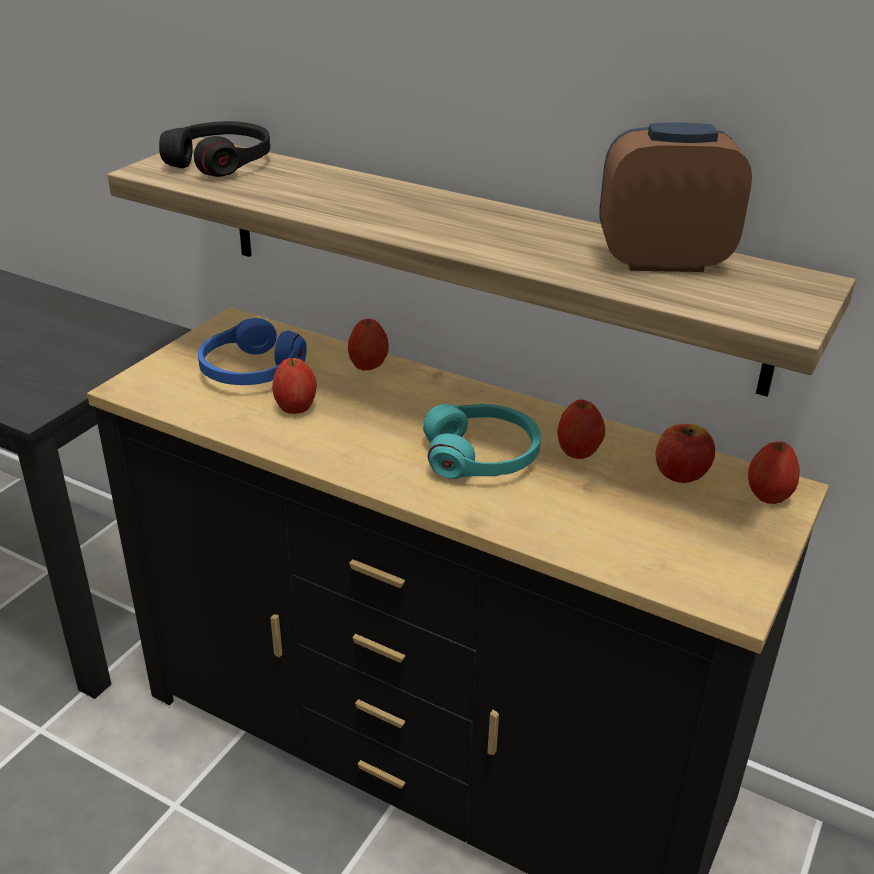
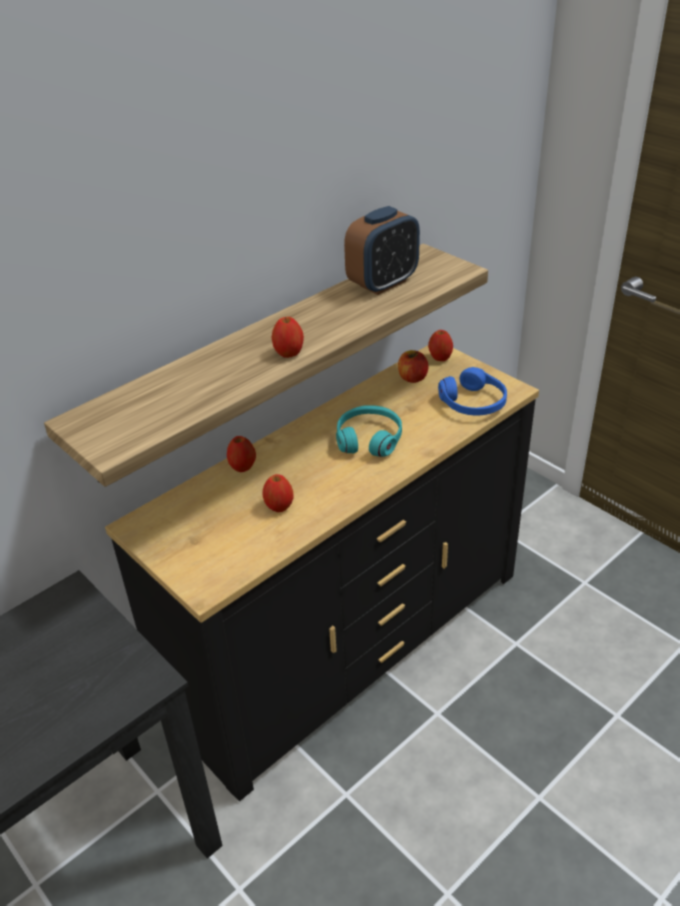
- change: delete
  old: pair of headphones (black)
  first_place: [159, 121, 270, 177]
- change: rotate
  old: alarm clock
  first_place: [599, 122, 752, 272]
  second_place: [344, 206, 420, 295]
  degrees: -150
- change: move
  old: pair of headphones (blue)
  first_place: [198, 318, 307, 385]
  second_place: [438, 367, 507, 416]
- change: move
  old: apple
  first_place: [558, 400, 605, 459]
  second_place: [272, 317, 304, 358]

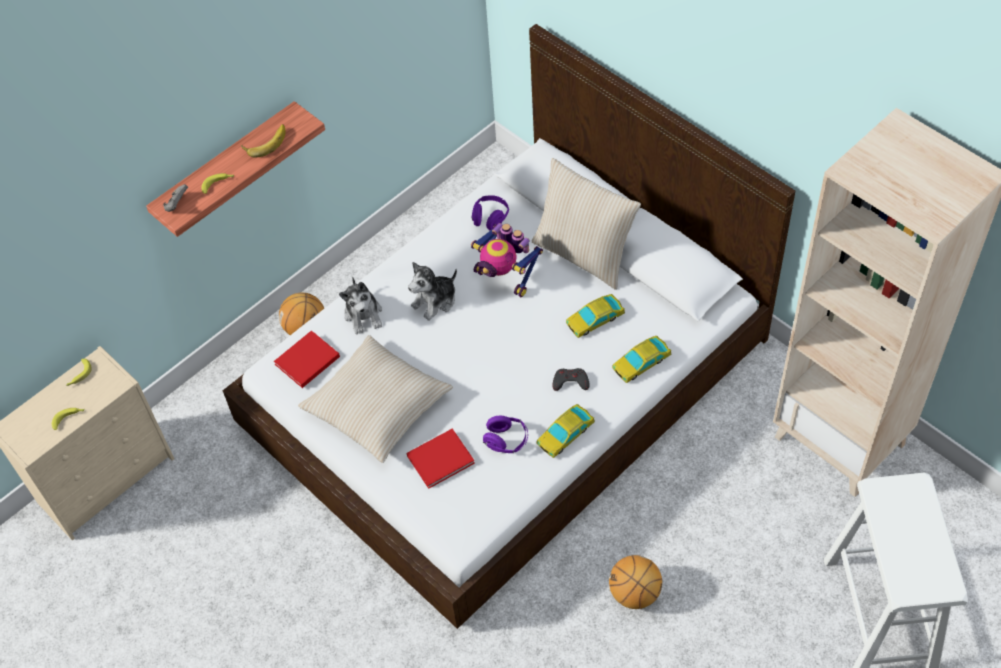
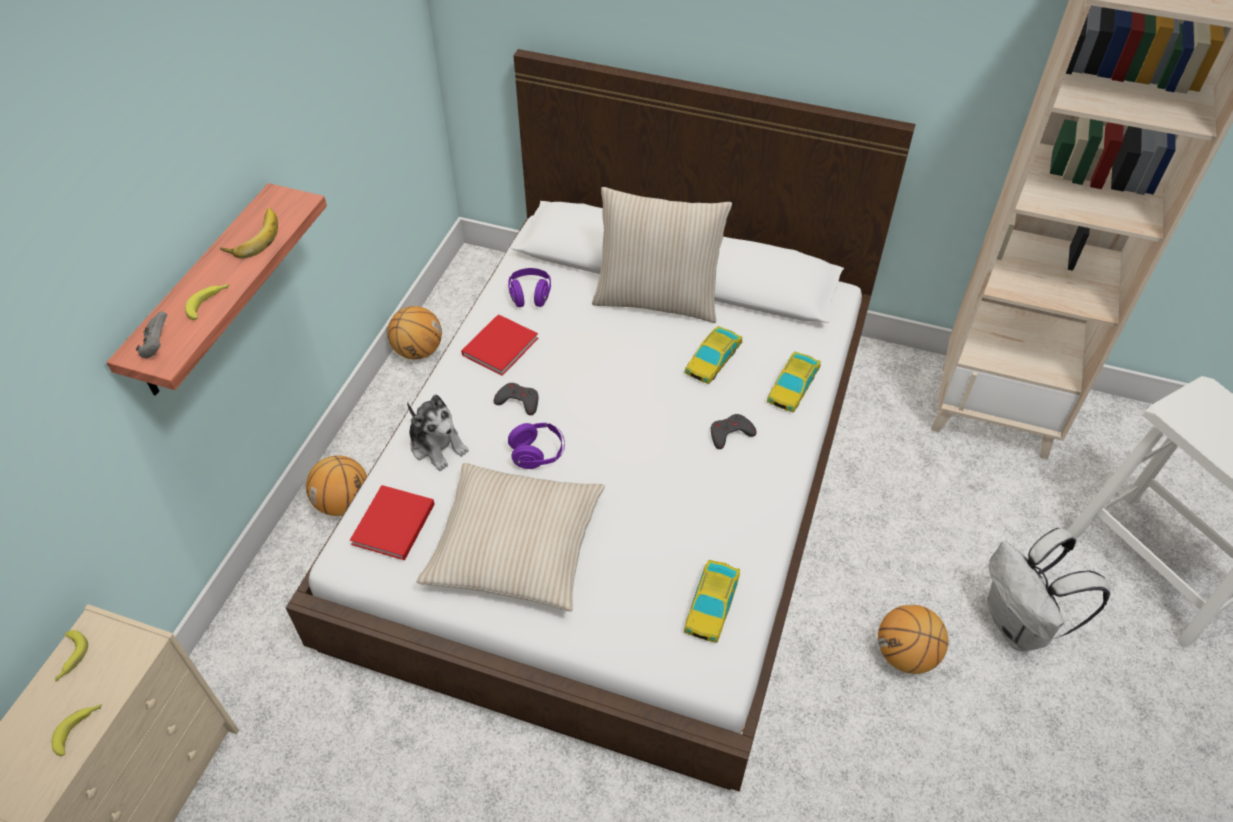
- change: delete
  old: model robot
  first_place: [471, 223, 543, 297]
- change: replace
  old: plush toy
  new: gamepad (gray)
  first_place: [408, 262, 457, 320]
  second_place: [494, 383, 538, 415]
- change: move
  old: model car
  first_place: [537, 404, 595, 458]
  second_place: [684, 560, 740, 643]
- change: move
  old: pair of headphones (purple-coloured)
  first_place: [483, 416, 528, 453]
  second_place: [508, 423, 565, 469]
- change: move
  old: book (reddish)
  first_place: [407, 428, 475, 489]
  second_place: [461, 314, 539, 376]
- change: insert
  new: basketball ball
  second_place: [387, 306, 442, 359]
- change: insert
  new: knapsack (white)
  second_place: [987, 528, 1111, 651]

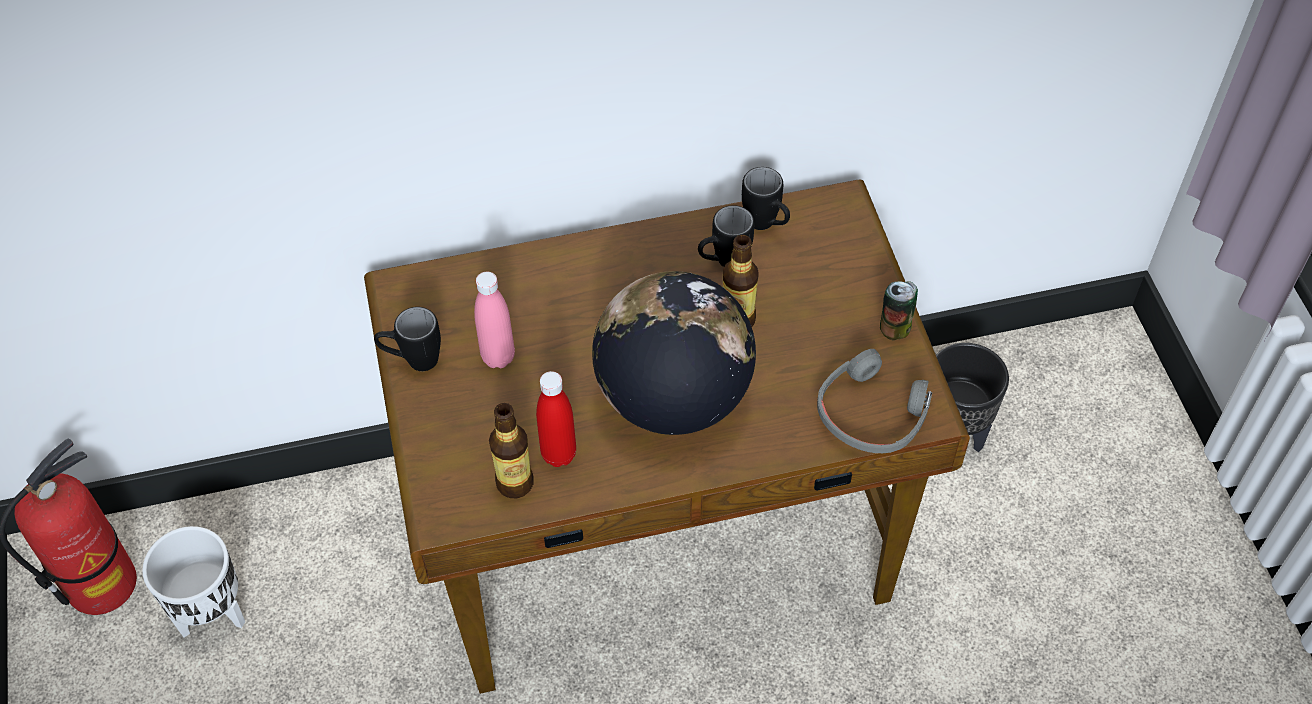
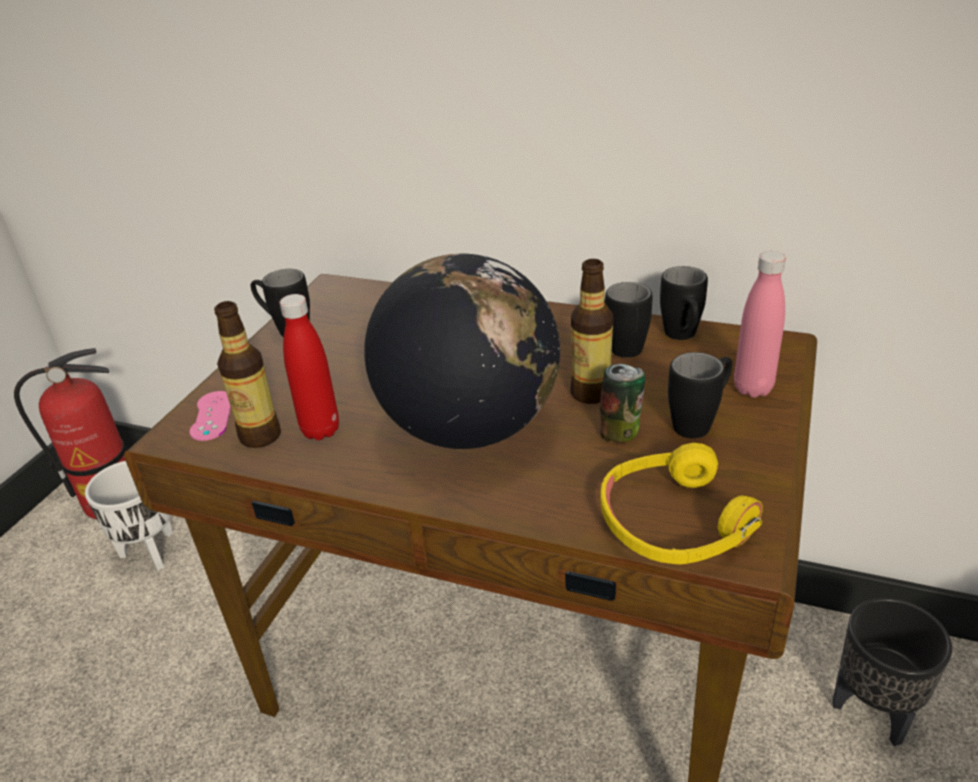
- change: move
  old: bottle (pink)
  first_place: [474, 272, 515, 368]
  second_place: [734, 251, 786, 398]
- change: move
  old: can
  first_place: [880, 281, 918, 340]
  second_place: [600, 364, 645, 443]
- change: recolor
  old: pair of headphones (gray)
  new: pair of headphones (yellow-coloured)
  first_place: [817, 349, 933, 453]
  second_place: [601, 443, 763, 564]
- change: insert
  new: tea mug (black)
  second_place: [668, 352, 732, 439]
- change: insert
  new: gamepad (pink)
  second_place: [190, 391, 231, 441]

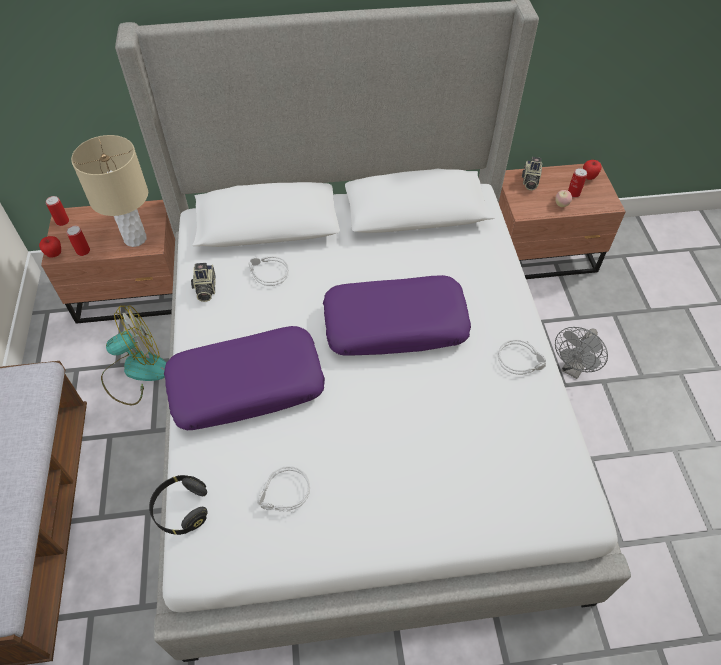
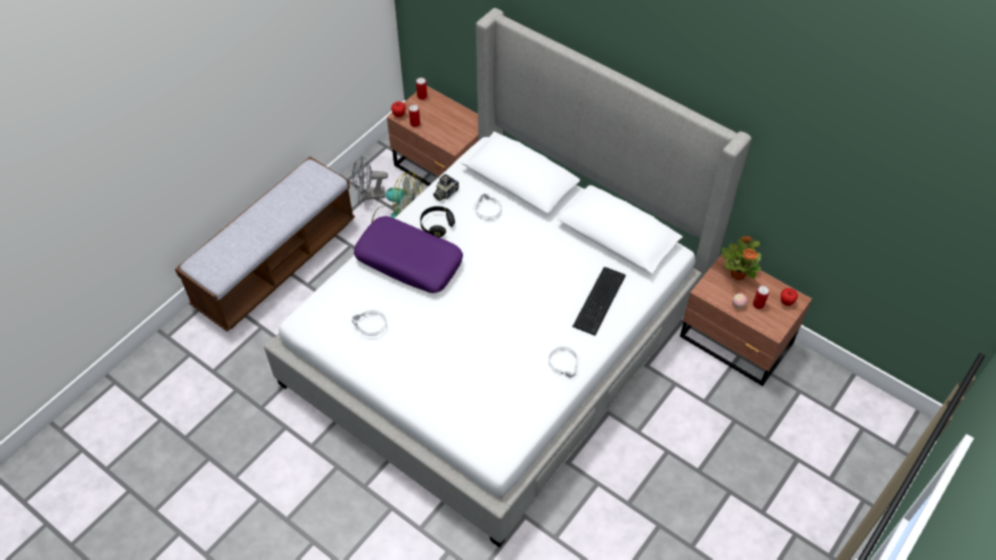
- change: delete
  old: table lamp (sand-coloured)
  first_place: [71, 135, 148, 247]
- change: replace
  old: photo camera
  new: plant in a pot
  first_place: [522, 157, 542, 190]
  second_place: [722, 236, 762, 280]
- change: delete
  old: throw pillow (purple-coloured)
  first_place: [323, 275, 471, 356]
- change: move
  old: fan (gray)
  first_place: [555, 327, 608, 379]
  second_place: [352, 155, 388, 200]
- change: move
  old: pair of headphones (black)
  first_place: [149, 475, 208, 535]
  second_place: [420, 206, 455, 237]
- change: insert
  new: computer keyboard
  second_place: [572, 267, 626, 336]

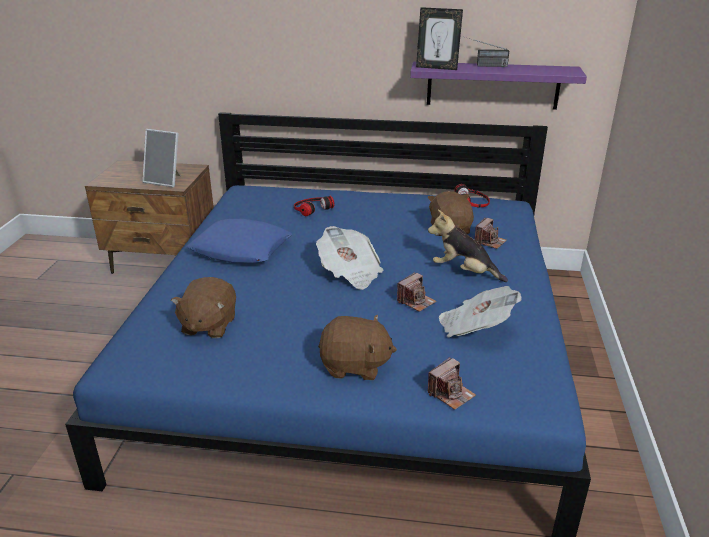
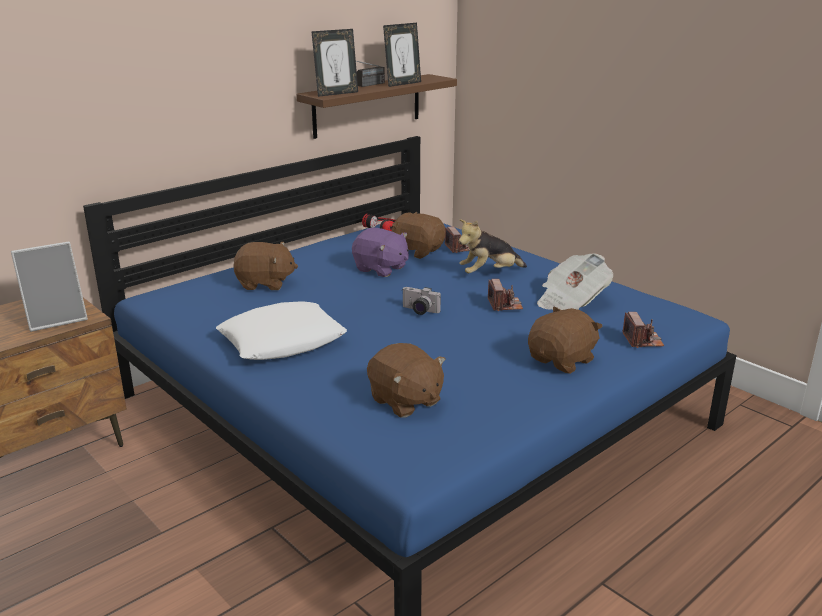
- change: recolor
  old: bracket shelf (purple-coloured)
  new: bracket shelf (brown-coloured)
  first_place: [410, 62, 587, 110]
  second_place: [296, 74, 457, 139]
- change: replace
  old: pair of headphones
  new: plush toy (brown-coloured)
  first_place: [294, 196, 334, 216]
  second_place: [233, 242, 298, 290]
- change: recolor
  old: throw pillow (blue)
  new: throw pillow (white)
  first_place: [187, 219, 292, 263]
  second_place: [216, 301, 347, 360]
- change: replace
  old: newspaper
  new: photo camera
  first_place: [316, 226, 383, 290]
  second_place: [402, 287, 441, 315]
- change: insert
  new: photo frame
  second_place: [383, 23, 421, 87]
- change: insert
  new: plush toy (purple-coloured)
  second_place: [352, 228, 409, 277]

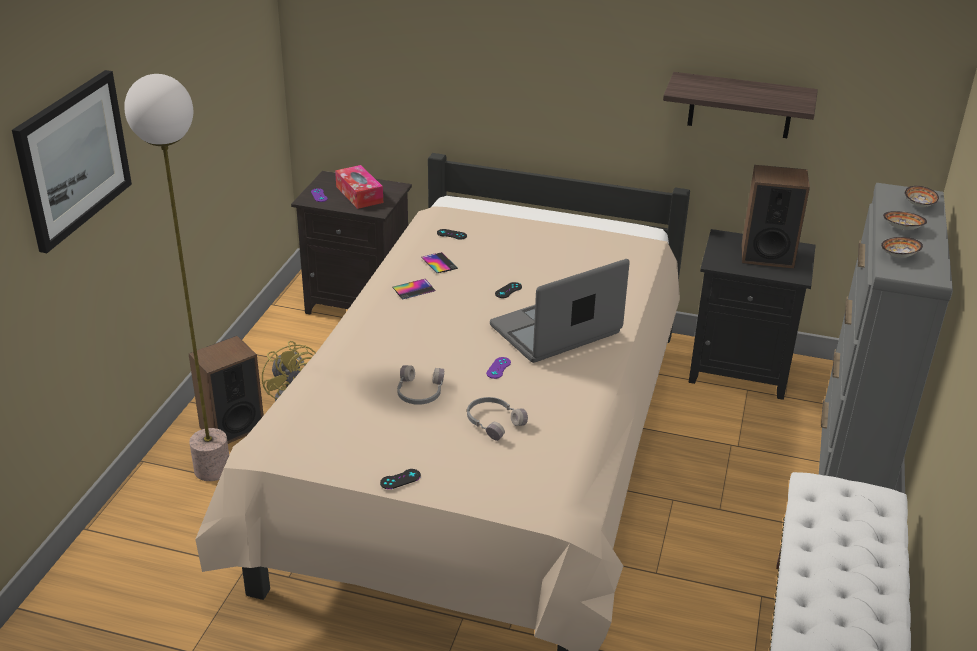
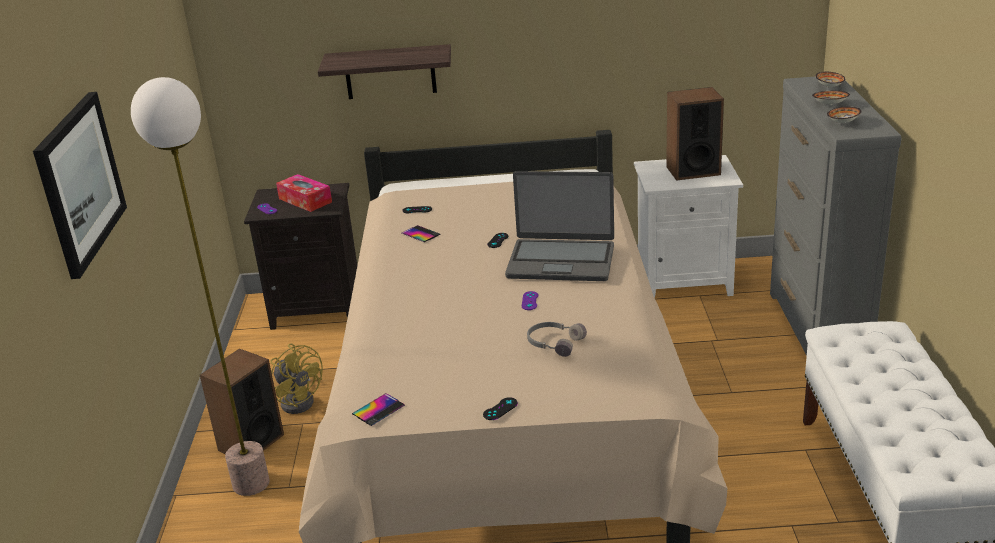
- change: move
  old: bracket shelf
  first_place: [663, 72, 818, 138]
  second_place: [318, 44, 451, 99]
- change: recolor
  old: nightstand (black)
  new: nightstand (white)
  first_place: [689, 229, 816, 400]
  second_place: [634, 155, 743, 298]
- change: rotate
  old: portable computer
  first_place: [490, 259, 630, 363]
  second_place: [505, 171, 614, 281]
  degrees: -120
- change: move
  old: telephone
  first_place: [392, 279, 436, 300]
  second_place: [352, 393, 405, 426]
- change: delete
  old: pair of headphones (gray)
  first_place: [397, 365, 444, 405]

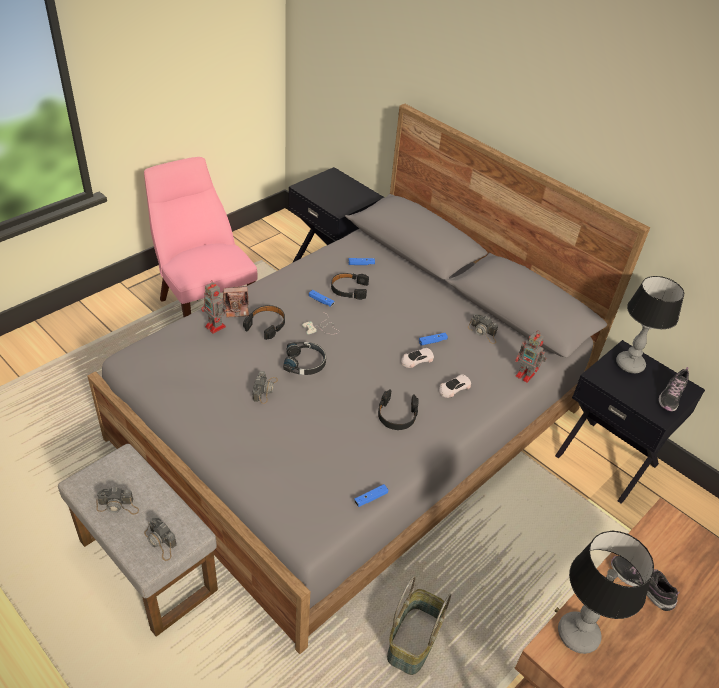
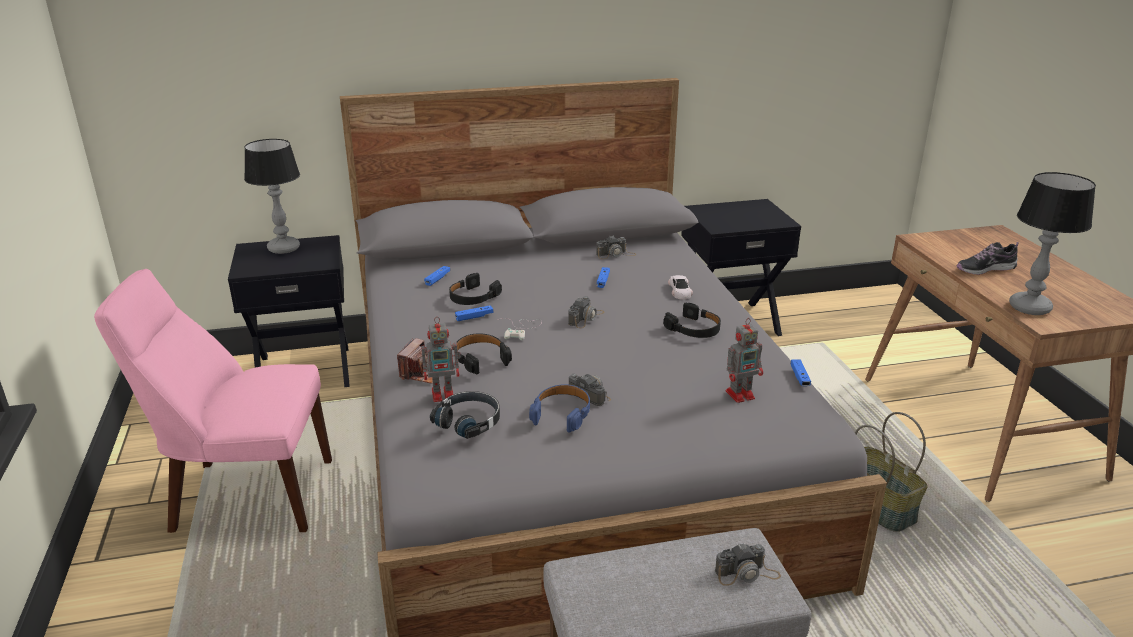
- change: move
  old: table lamp
  first_place: [616, 276, 684, 373]
  second_place: [244, 139, 300, 254]
- change: move
  old: model robot
  first_place: [515, 331, 546, 383]
  second_place: [726, 318, 763, 403]
- change: move
  old: pair of headphones (black)
  first_place: [283, 342, 326, 375]
  second_place: [430, 391, 500, 439]
- change: delete
  old: model car (white)
  first_place: [401, 348, 434, 368]
- change: delete
  old: low shoe
  first_place: [659, 367, 689, 411]
- change: move
  old: photo camera
  first_place: [96, 488, 139, 515]
  second_place: [568, 296, 604, 328]
- change: insert
  new: pair of headphones (blue)
  second_place: [529, 384, 590, 433]

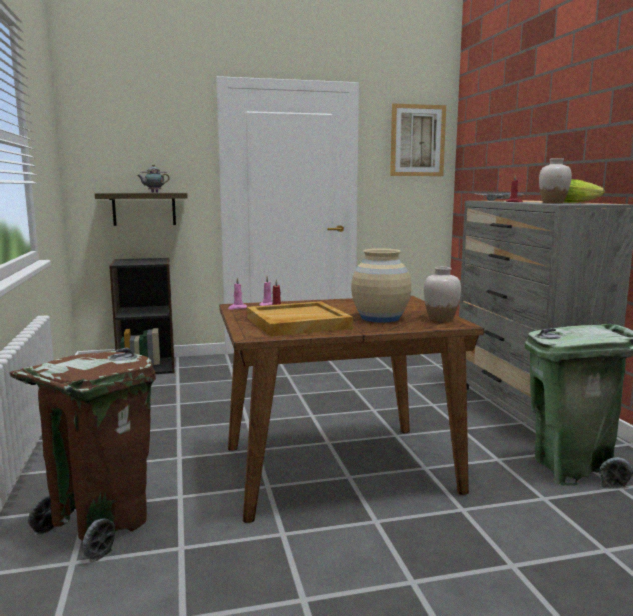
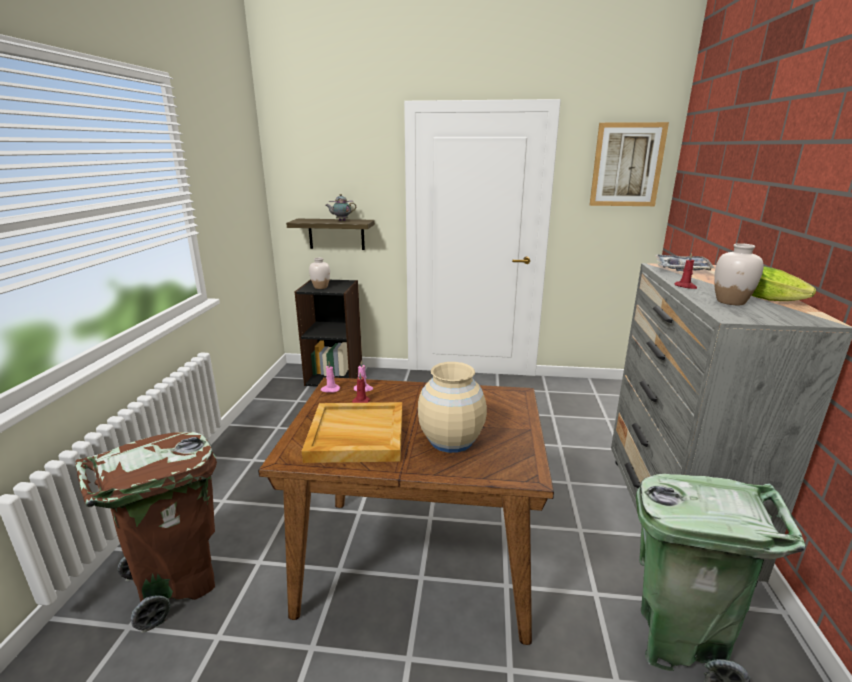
- change: move
  old: vase (white)
  first_place: [424, 267, 461, 322]
  second_place: [309, 258, 330, 289]

